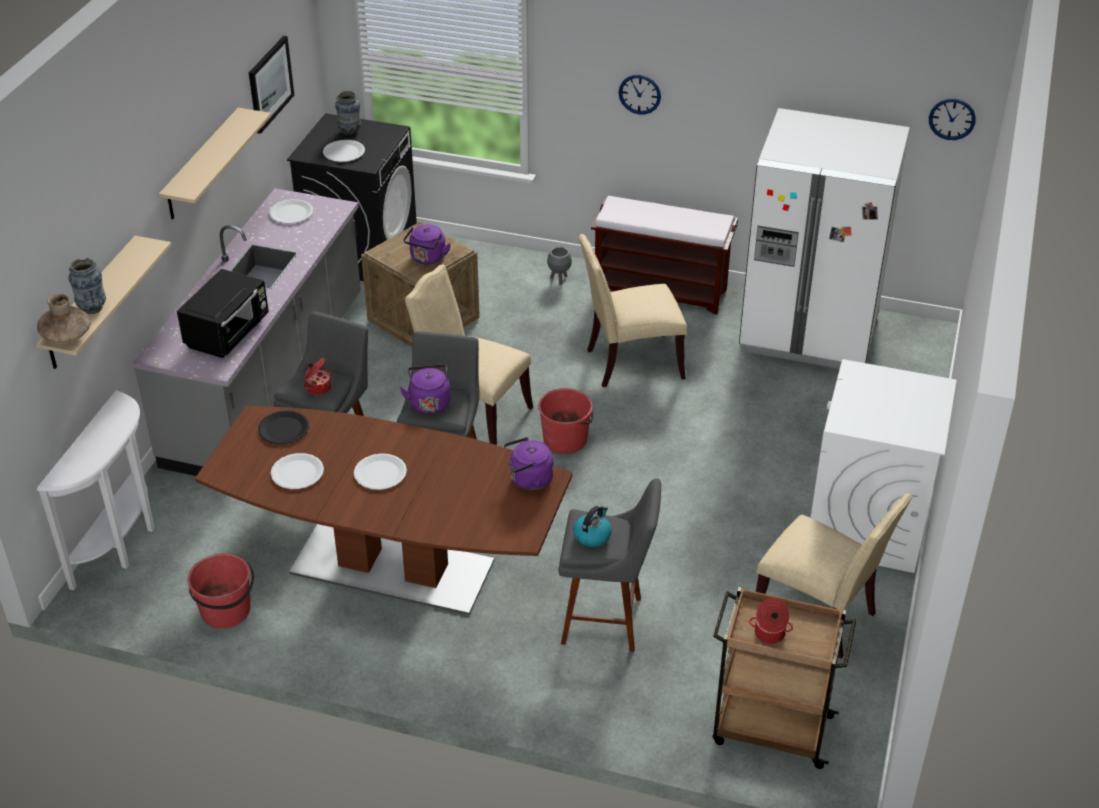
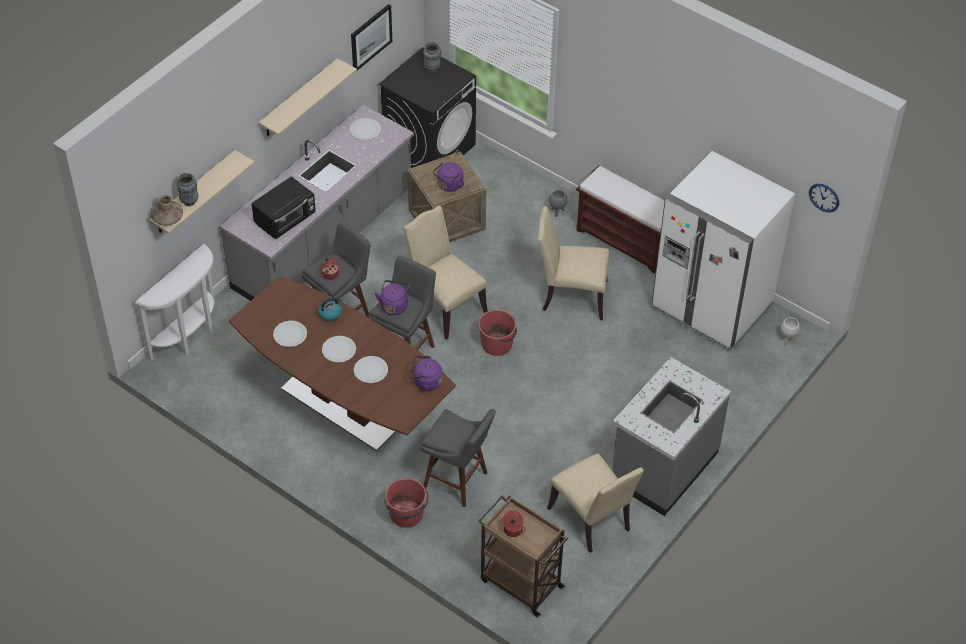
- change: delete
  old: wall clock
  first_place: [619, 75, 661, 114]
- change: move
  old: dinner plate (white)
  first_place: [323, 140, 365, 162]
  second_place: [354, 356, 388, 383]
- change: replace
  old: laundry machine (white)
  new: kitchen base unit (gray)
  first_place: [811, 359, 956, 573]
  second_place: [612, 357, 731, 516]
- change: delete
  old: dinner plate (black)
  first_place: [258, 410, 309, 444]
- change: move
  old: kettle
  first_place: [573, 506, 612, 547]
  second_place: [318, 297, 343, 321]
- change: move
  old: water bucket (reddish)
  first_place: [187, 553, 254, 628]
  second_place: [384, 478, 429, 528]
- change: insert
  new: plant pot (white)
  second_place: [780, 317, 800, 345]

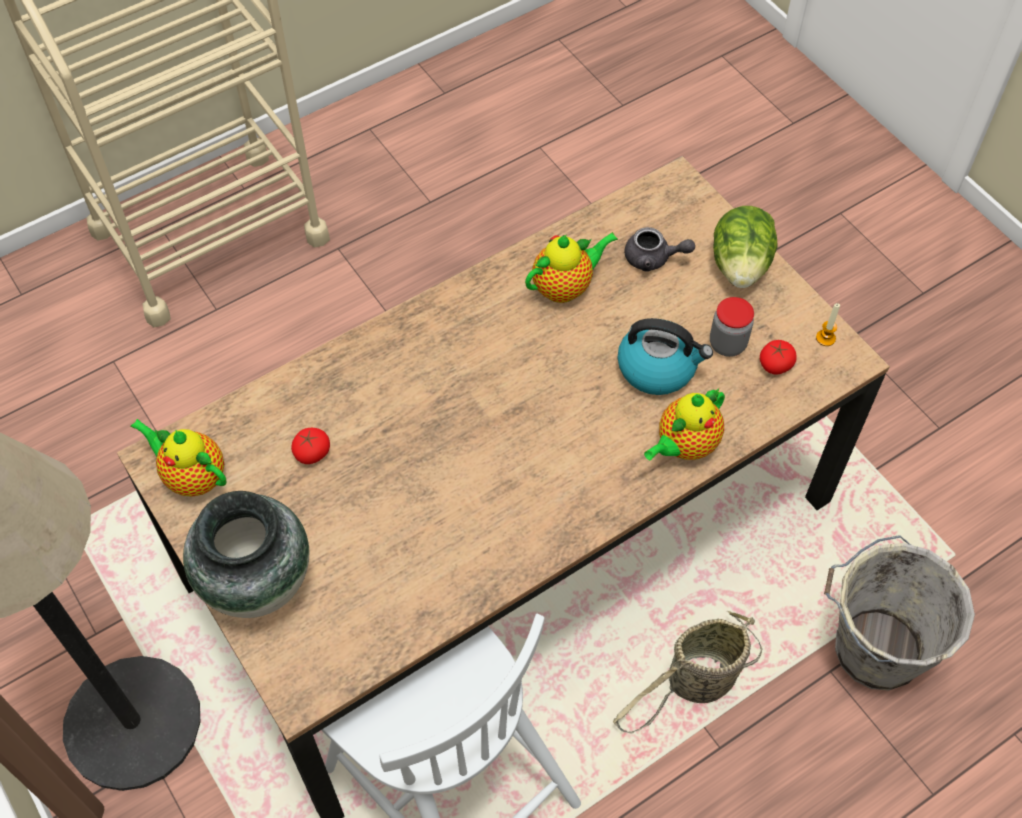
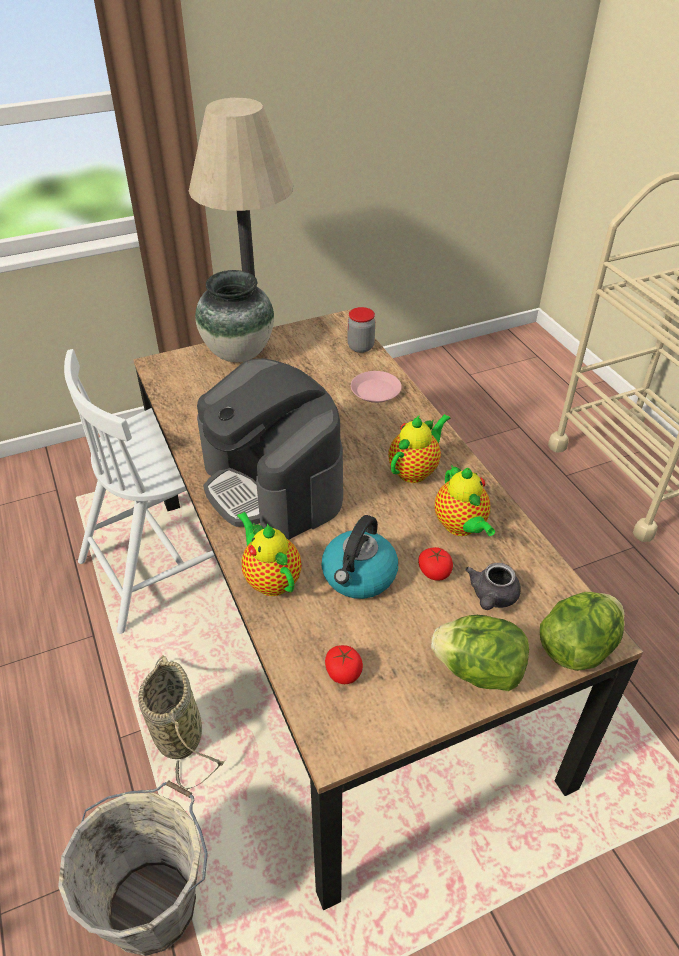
- change: move
  old: jar
  first_place: [710, 297, 754, 357]
  second_place: [347, 307, 375, 353]
- change: delete
  old: wax candle
  first_place: [816, 303, 840, 346]
- change: move
  old: tea pot
  first_place: [130, 419, 227, 497]
  second_place: [388, 414, 451, 483]
- change: move
  old: fresh tomato
  first_place: [291, 428, 330, 464]
  second_place: [418, 547, 453, 581]
- change: insert
  new: coffee brewer
  second_place: [197, 359, 343, 540]
- change: insert
  new: dinner plate (pink)
  second_place: [351, 371, 402, 403]
- change: insert
  new: head of lettuce
  second_place: [540, 592, 625, 671]

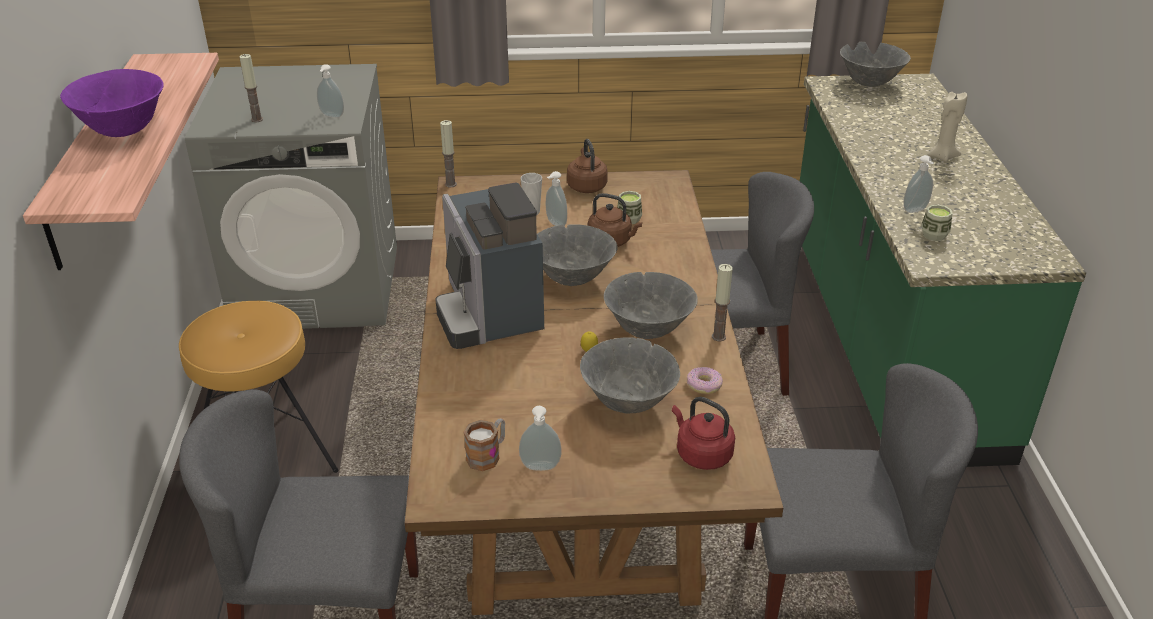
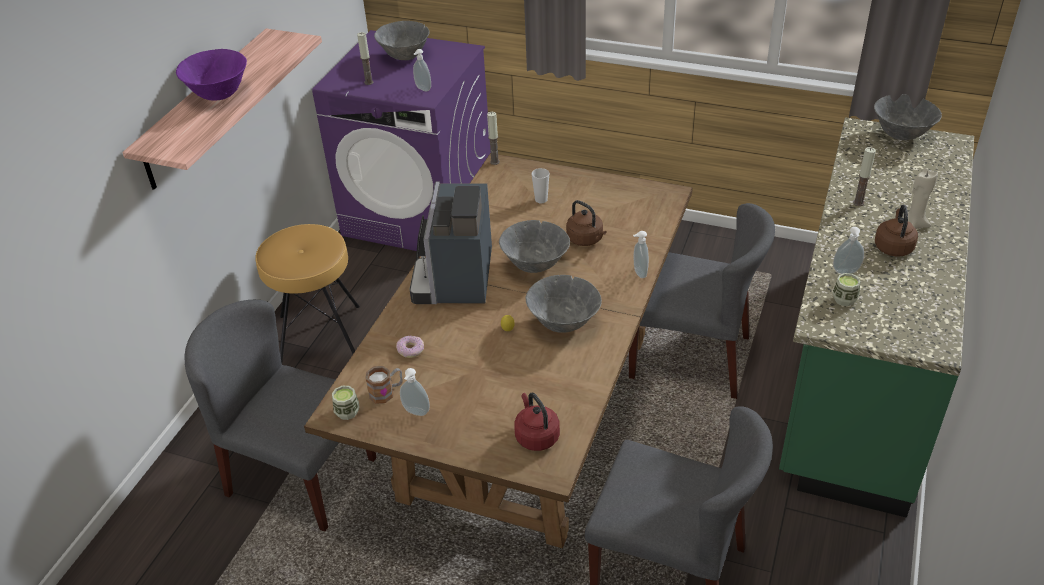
- change: recolor
  old: laundry machine (gray)
  new: laundry machine (purple-coloured)
  first_place: [185, 64, 397, 329]
  second_place: [312, 30, 491, 251]
- change: move
  old: kettle (brown-coloured)
  first_place: [567, 139, 608, 193]
  second_place: [875, 205, 918, 256]
- change: move
  old: soap bottle
  first_place: [546, 171, 567, 226]
  second_place: [633, 231, 649, 278]
- change: move
  old: small cup
  first_place: [617, 191, 642, 224]
  second_place: [332, 386, 360, 420]
- change: move
  old: wax candle
  first_place: [712, 264, 733, 342]
  second_place: [853, 147, 876, 206]
- change: move
  old: bowl (gray)
  first_place: [580, 337, 680, 413]
  second_place: [374, 21, 429, 60]
- change: move
  old: doughnut
  first_place: [687, 367, 723, 394]
  second_place: [396, 336, 424, 358]

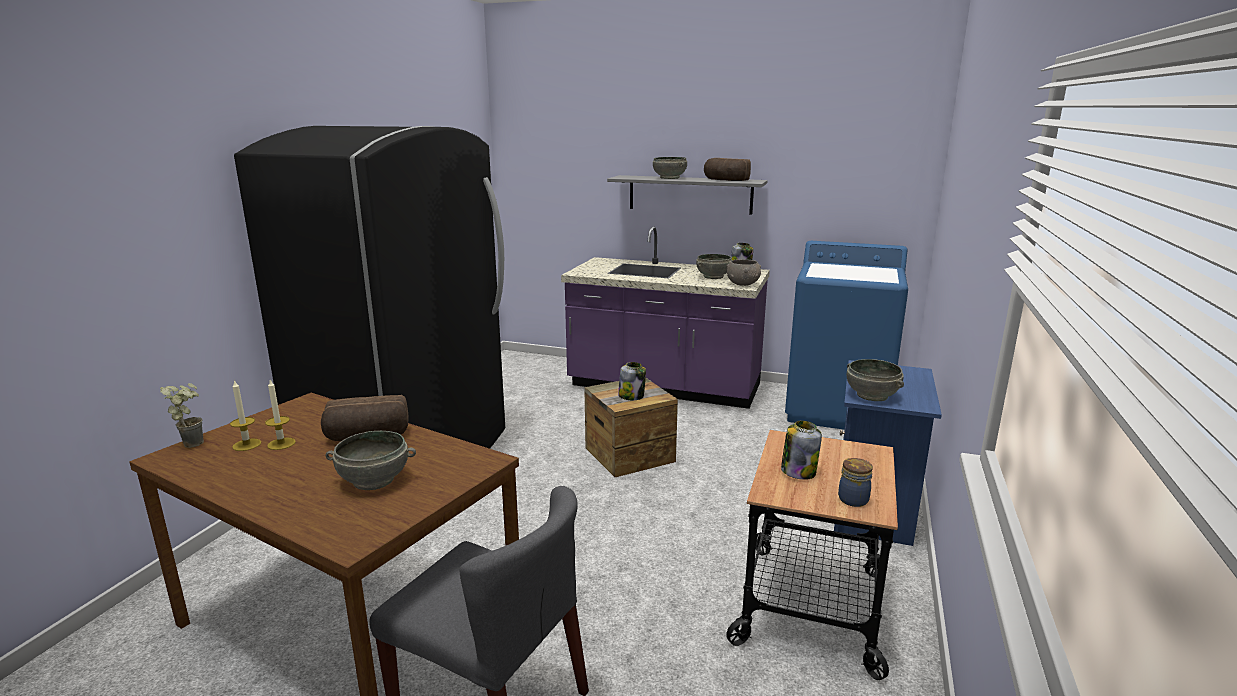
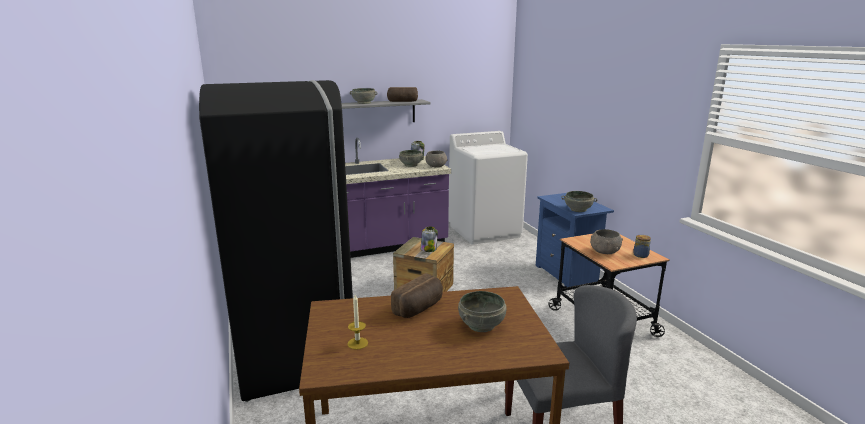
- change: recolor
  old: laundry machine (blue)
  new: laundry machine (white)
  first_place: [785, 241, 908, 430]
  second_place: [448, 131, 528, 245]
- change: delete
  old: wax candle
  first_place: [265, 380, 296, 450]
- change: delete
  old: plant in a pot
  first_place: [160, 383, 204, 448]
- change: replace
  old: jar
  new: bowl (gray)
  first_place: [781, 421, 822, 480]
  second_place: [590, 229, 623, 254]

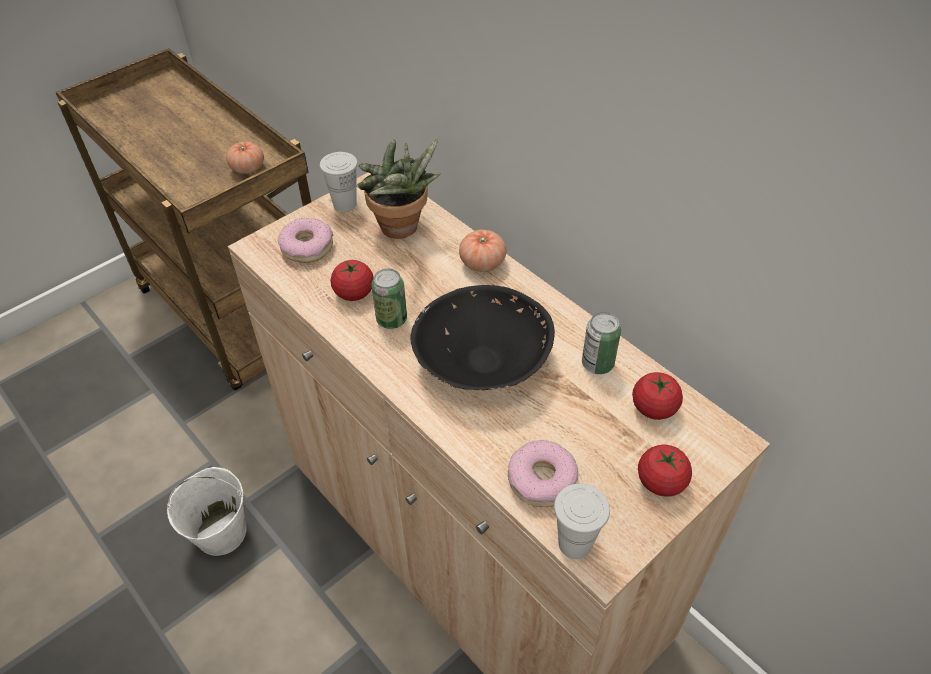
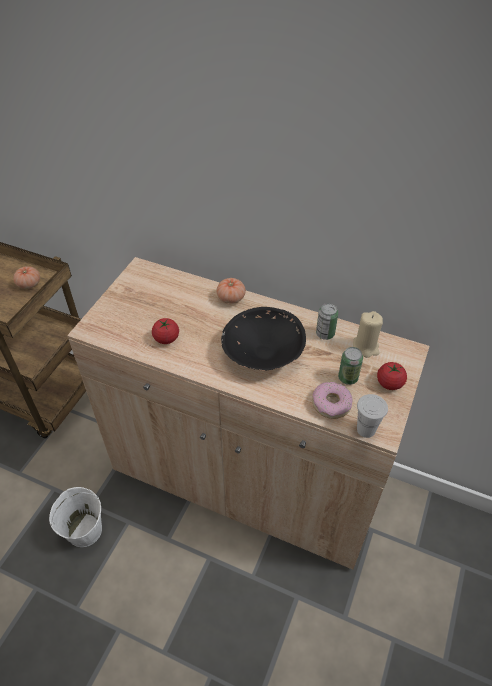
- change: delete
  old: plant in a pot
  first_place: [357, 138, 441, 239]
- change: delete
  old: small cup (white)
  first_place: [320, 152, 358, 212]
- change: delete
  old: doughnut
  first_place: [278, 218, 333, 263]
- change: move
  old: can
  first_place: [371, 269, 407, 329]
  second_place: [338, 347, 363, 385]
- change: replace
  old: fresh tomato
  new: wax candle (sand-coloured)
  first_place: [632, 372, 683, 420]
  second_place: [353, 311, 383, 358]

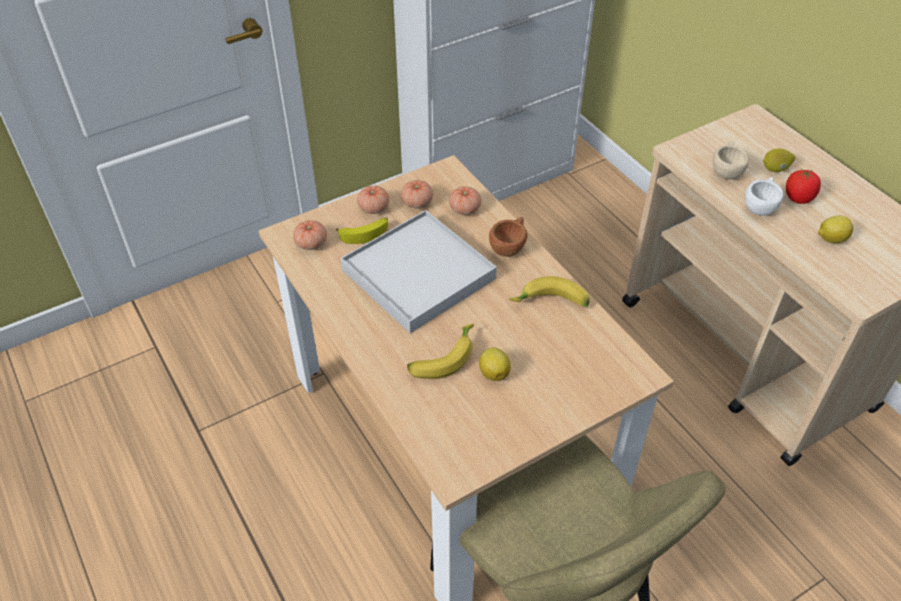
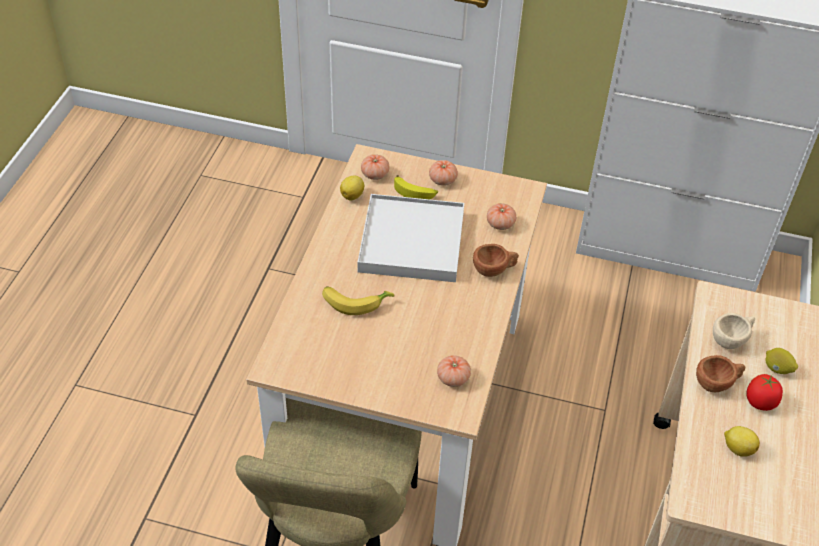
- change: recolor
  old: small cup (white)
  new: small cup (brown-coloured)
  first_place: [745, 177, 784, 216]
  second_place: [696, 355, 745, 392]
- change: move
  old: fresh tomato
  first_place: [401, 180, 433, 208]
  second_place: [437, 355, 471, 387]
- change: delete
  old: banana
  first_place: [509, 276, 590, 307]
- change: move
  old: lemon
  first_place: [479, 347, 511, 381]
  second_place: [340, 176, 364, 200]

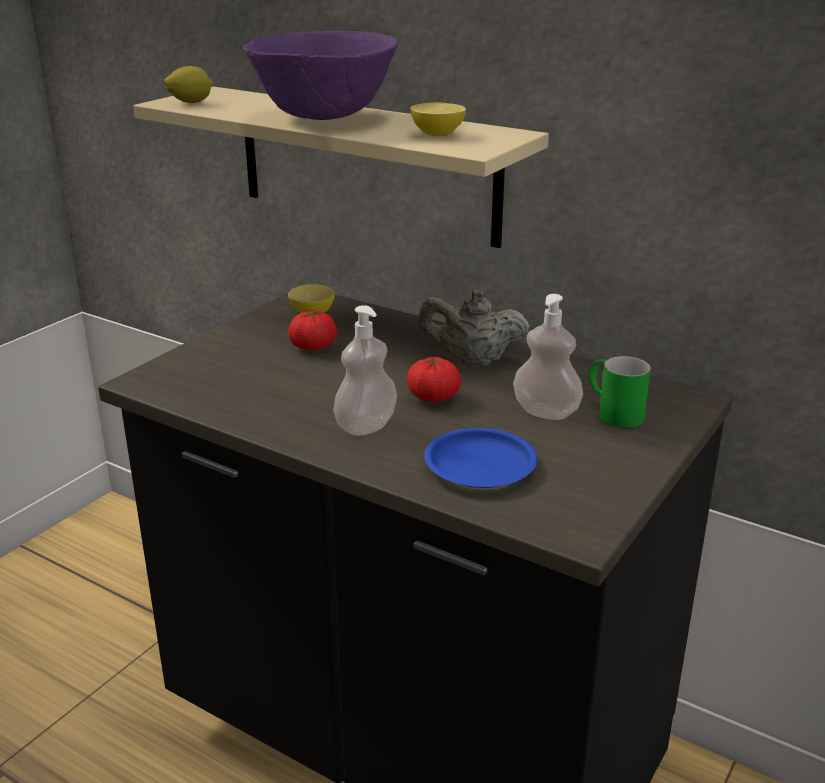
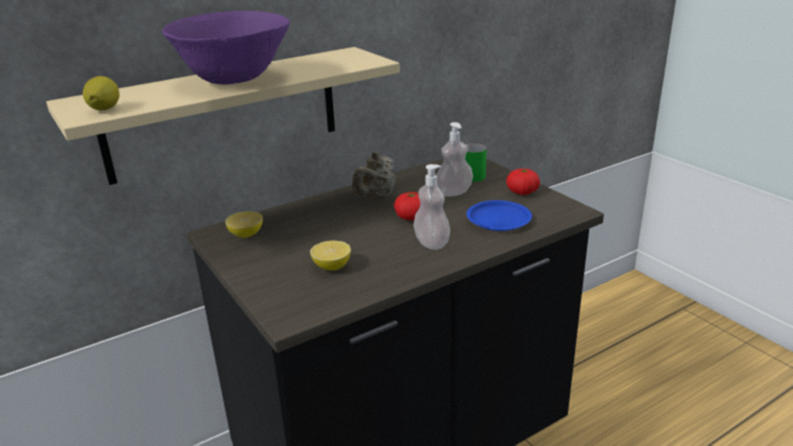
- change: move
  old: lemon
  first_place: [411, 103, 466, 136]
  second_place: [310, 241, 351, 271]
- change: move
  old: fresh tomato
  first_place: [288, 311, 337, 350]
  second_place: [506, 168, 540, 195]

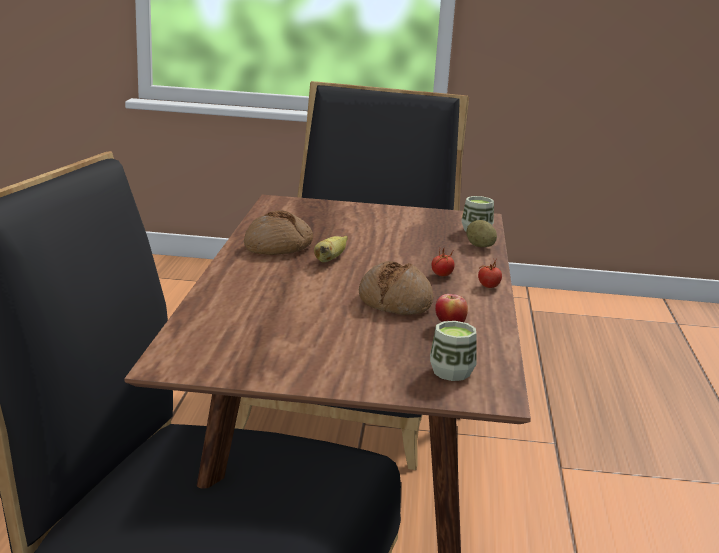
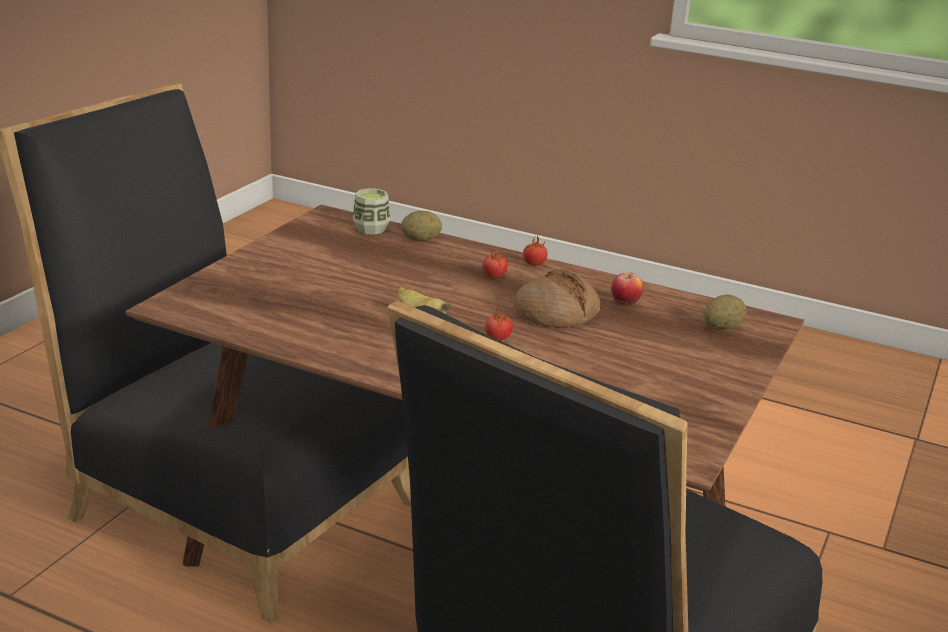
- change: delete
  old: bakery bread
  first_place: [244, 210, 313, 255]
- change: replace
  old: small cup
  new: spud
  first_place: [430, 321, 476, 381]
  second_place: [703, 294, 746, 329]
- change: insert
  new: fresh tomato
  second_place: [485, 307, 513, 341]

